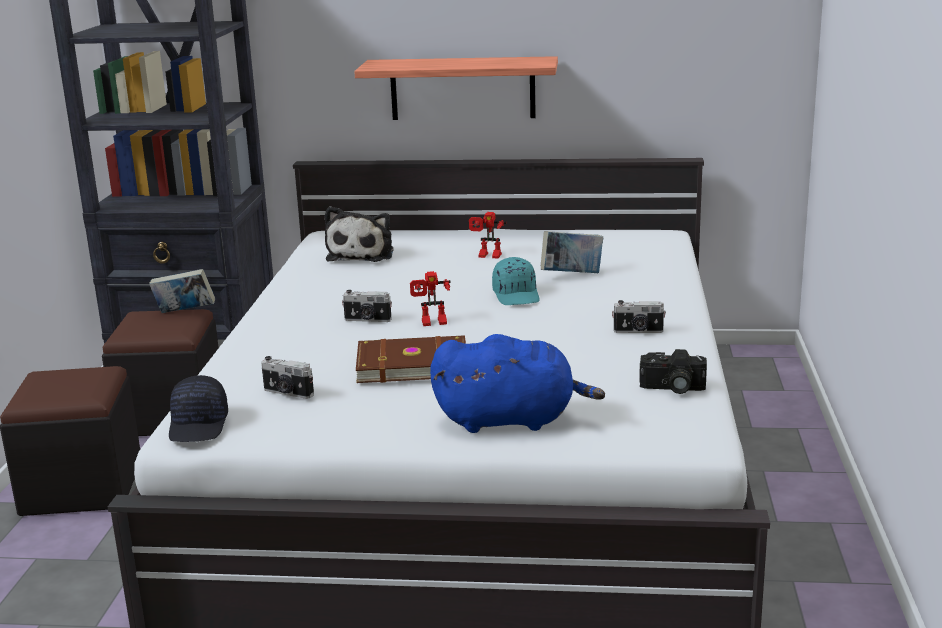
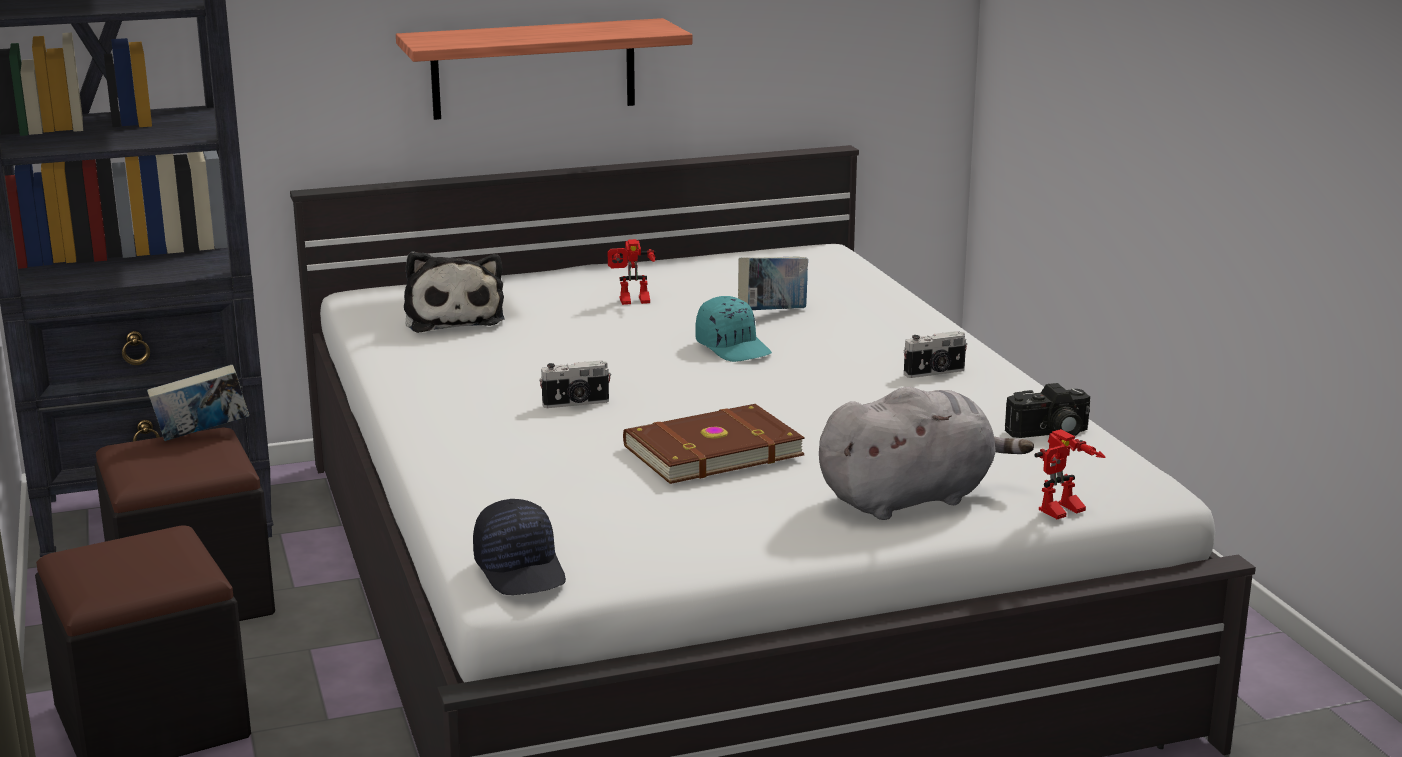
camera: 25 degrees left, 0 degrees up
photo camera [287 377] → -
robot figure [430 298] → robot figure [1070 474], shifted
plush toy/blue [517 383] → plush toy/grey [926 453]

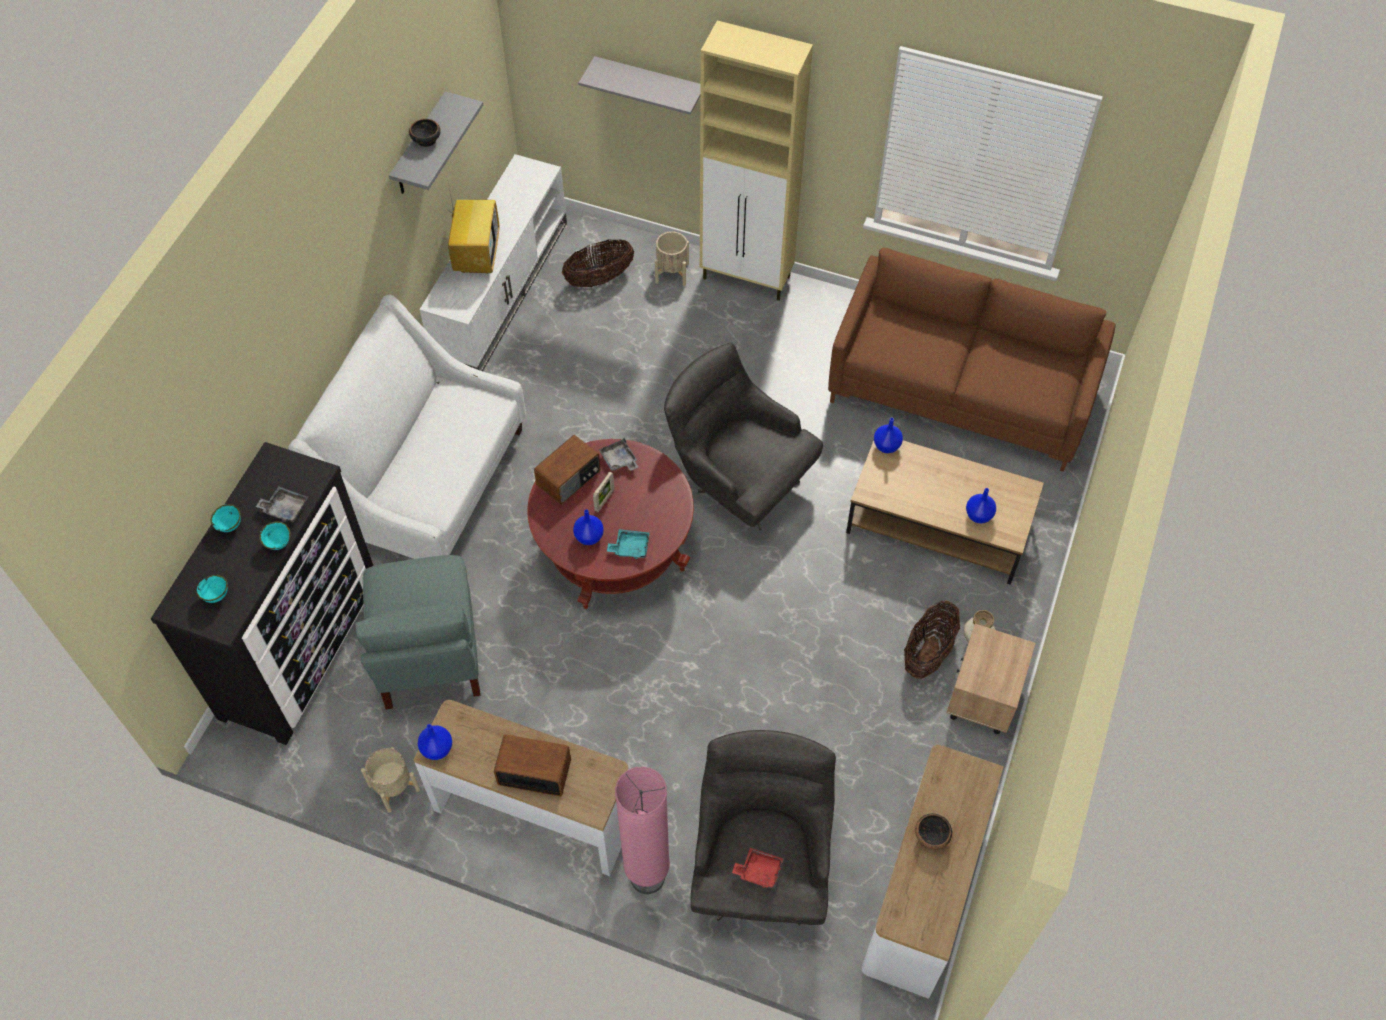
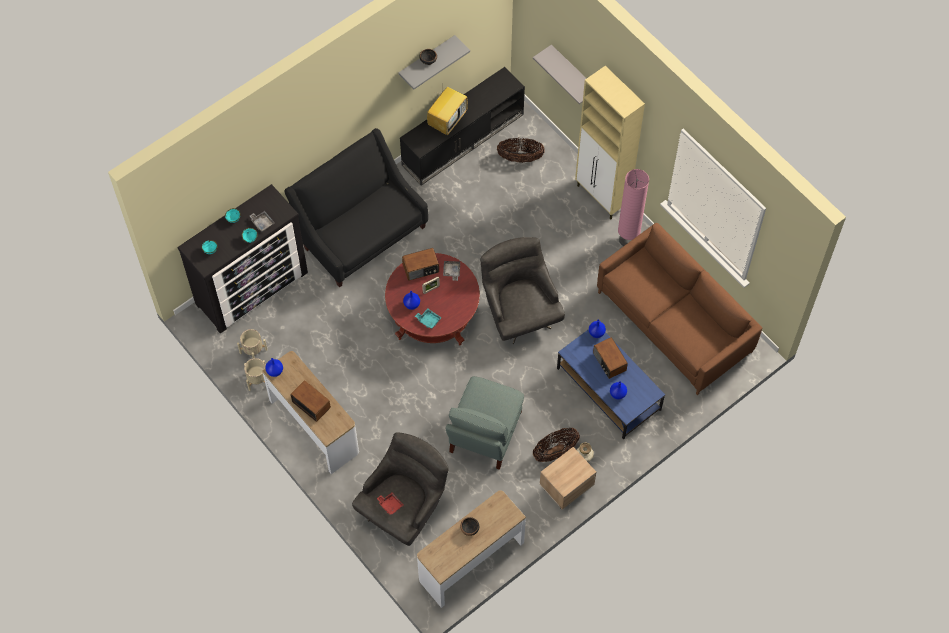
camera: 30 degrees right, 5 degrees up
sofa/whitish [407 426] → sofa/black-coloured [356 207]
easy chair/grey [418 632] → easy chair/grey [484 423], shifted
media console/whitish [493 262] → media console/black-coloured [462 126]
standard lamp/pink [642 830] → standard lamp/pink [633 207], shifted
plant pot/beige [672 258] → plant pot/beige [252 343], shifted
coffee table/brown-coloured [945 512] → coffee table/blue [611 384]
- → radio receiver [610 358]

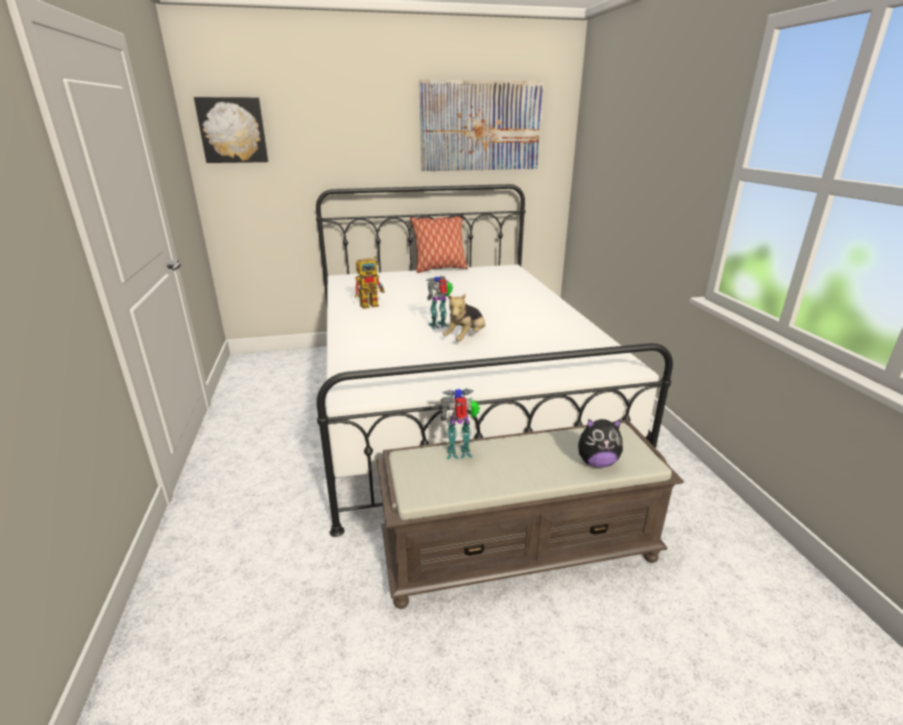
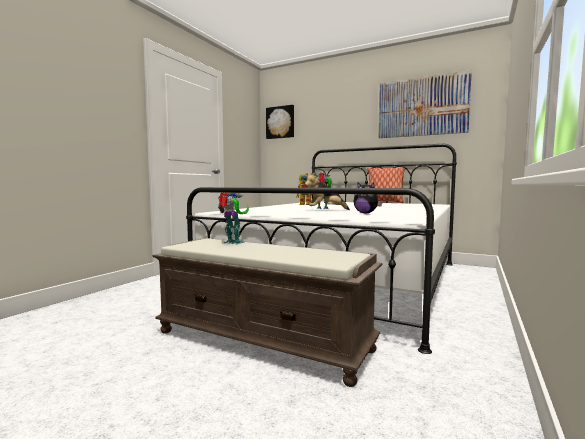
camera: 40 degrees right, 20 degrees down
plush toy [600 443] → plush toy [368 198], shifted

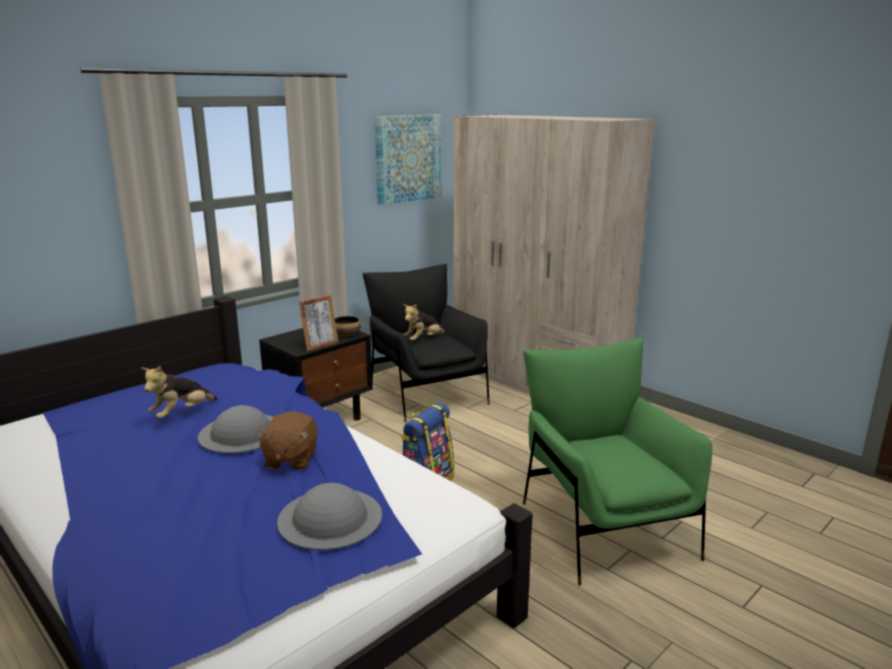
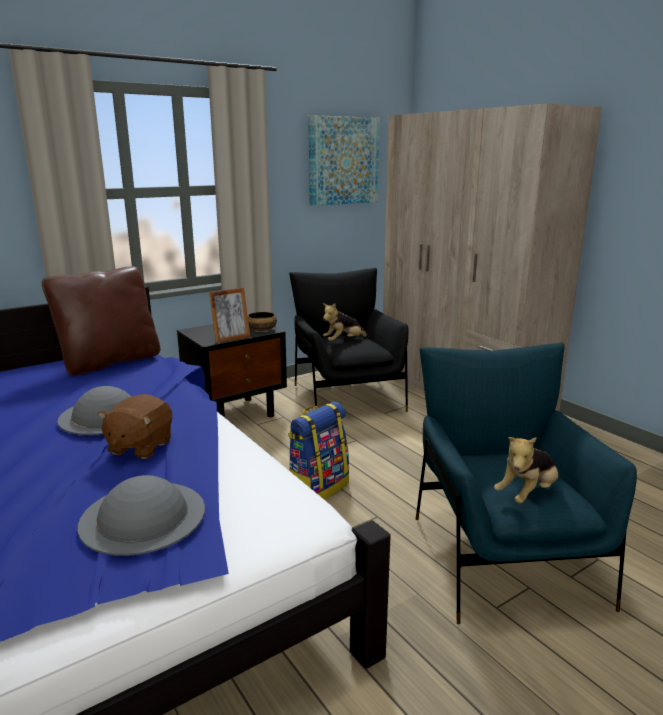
camera: 10 degrees right, 0 degrees up
plush toy [179 392] → plush toy [526 470], shifted
easy chair/greenish [617 462] → easy chair/blue [526 483]
- → throw pillow/brown-coloured [101 321]

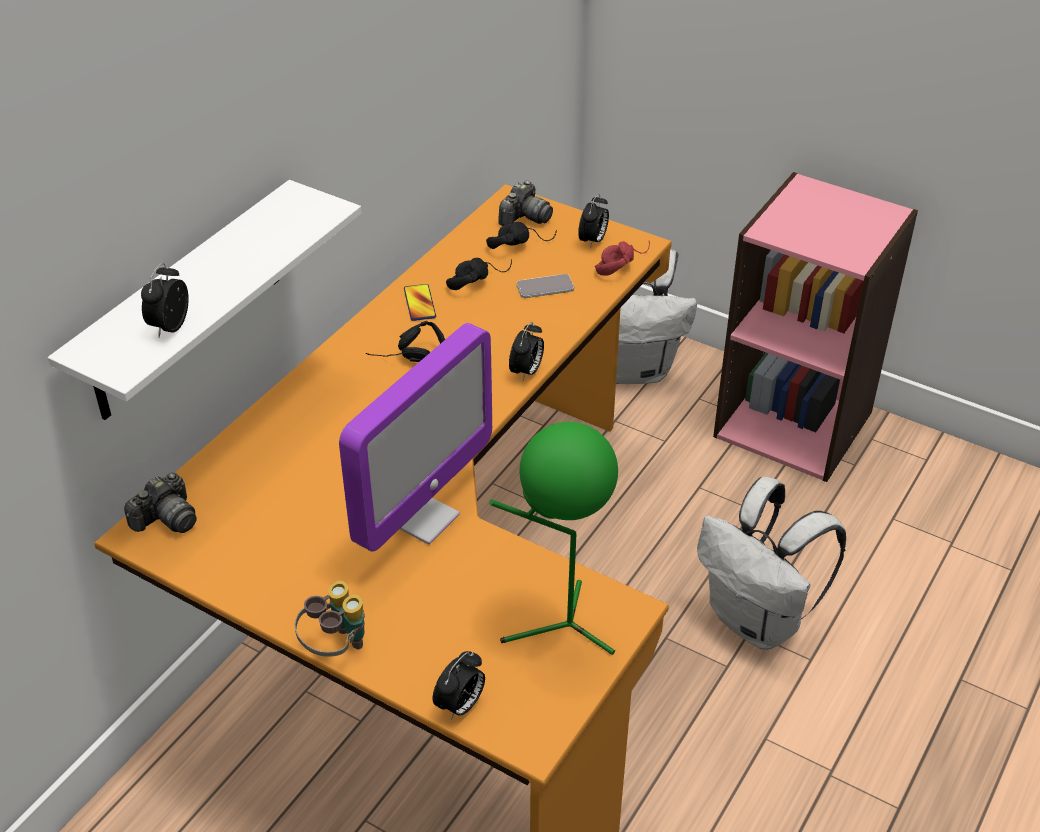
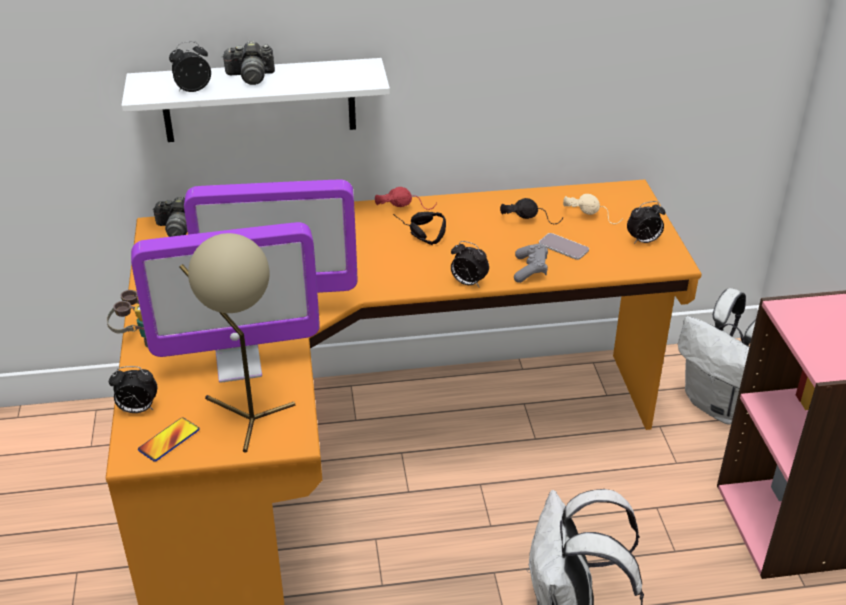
camera: 50 degrees right, 5 degrees down
telephone [420 302] → telephone [169 439], shifted
pair of headphones/black-coloured [521 235] → pair of headphones/beige [593 209]
lamp for a table/greenish [553 538] → lamp for a table/beige [237 343]
photo camera [525 203] → photo camera [248 63], shifted
alarm clock [526 351] → alarm clock [470 264], 45 degrees clockwise
pair of headphones/reddish [622 258] → pair of headphones/reddish [406 198], shifted
- → computer display [225 302]
- → game controller/grey [531 263]

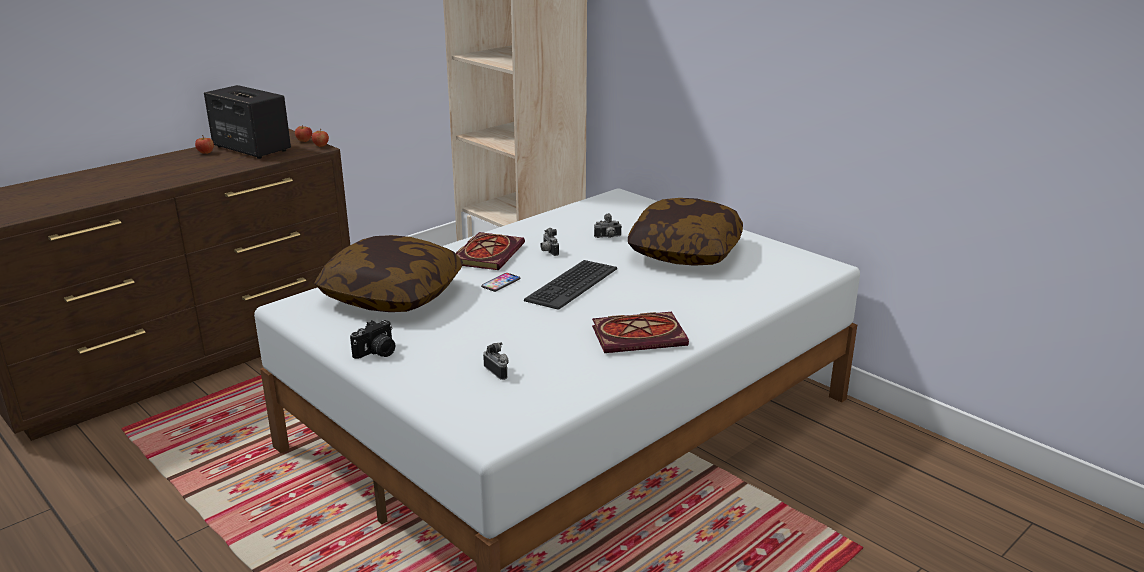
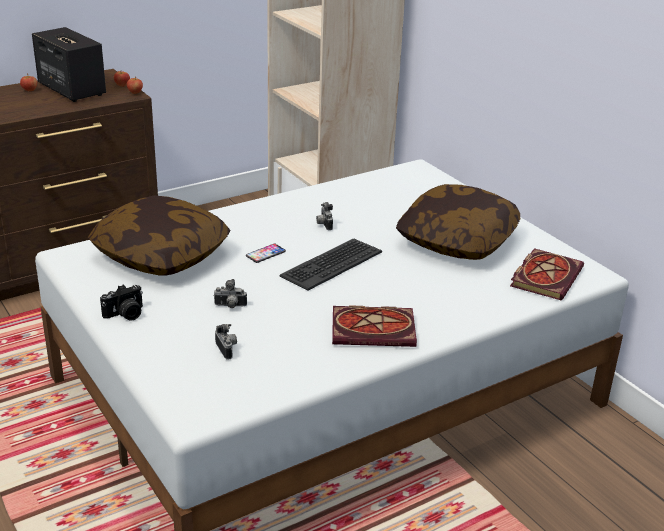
camera: 10 degrees right, 5 degrees up
volume [490 251] → volume [547 274], shifted
photo camera [608 225] → photo camera [230 293], shifted

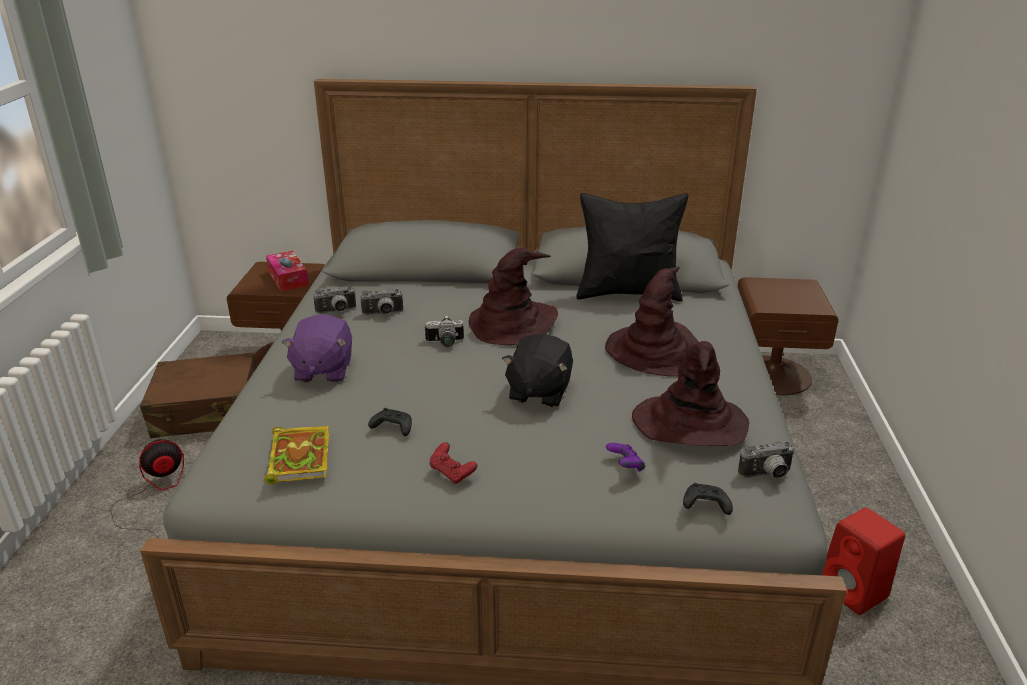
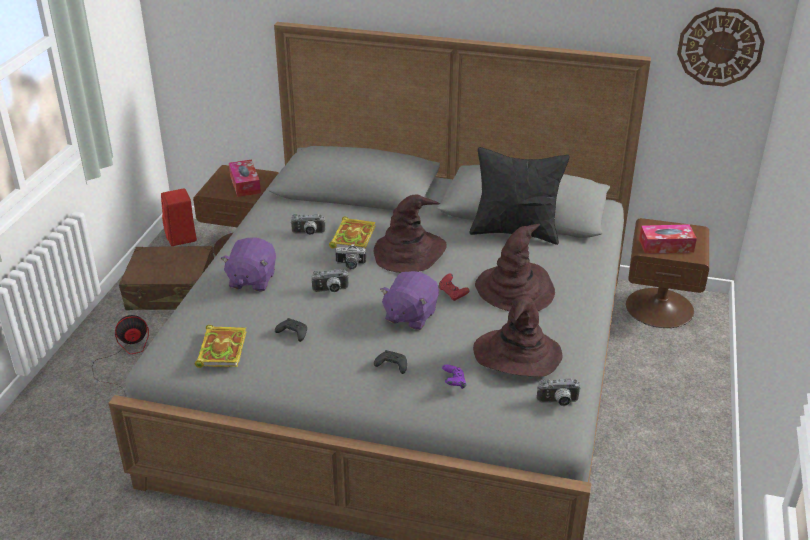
camera: 10 degrees right, 5 degrees up
photo camera [334 300] → photo camera [330 281], shifted
game controller/reddish [453 463] → game controller/reddish [454 287], shifted
plush toy/black-coloured [537 371] → plush toy/purple-coloured [409 300]
game controller/black-coloured [708 499] → game controller/black-coloured [390 362], shifted
audio speaker/reddish [863 561] → audio speaker/reddish [179 217], shifted
- → volume [352 232]
- → tissue holder [668 239]
- → wall clock [721 47]

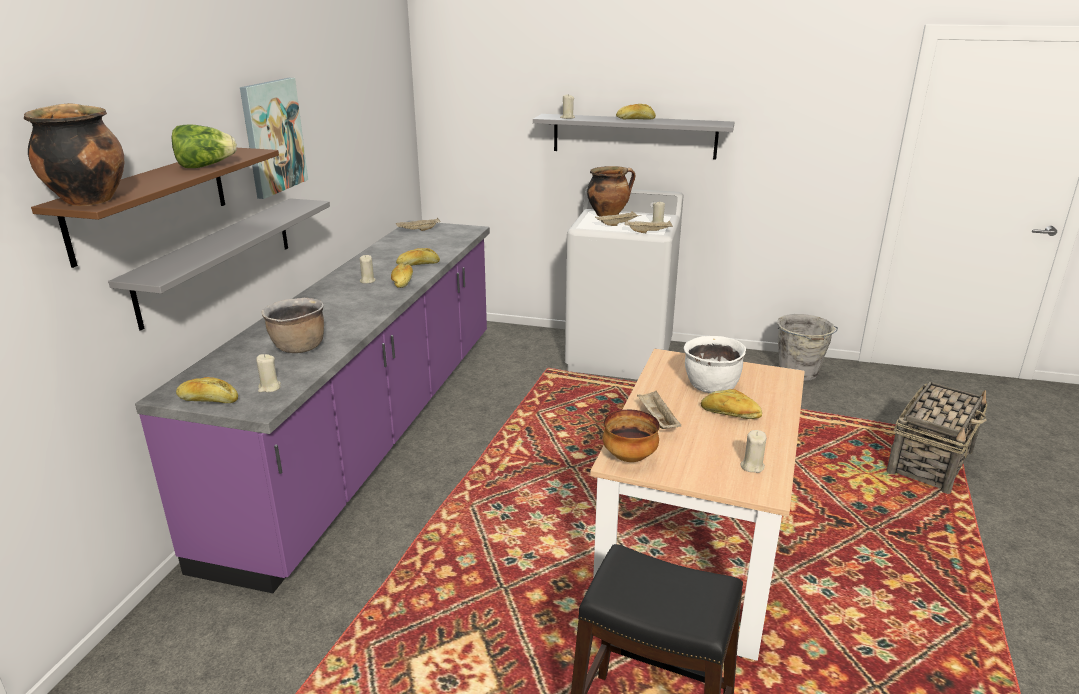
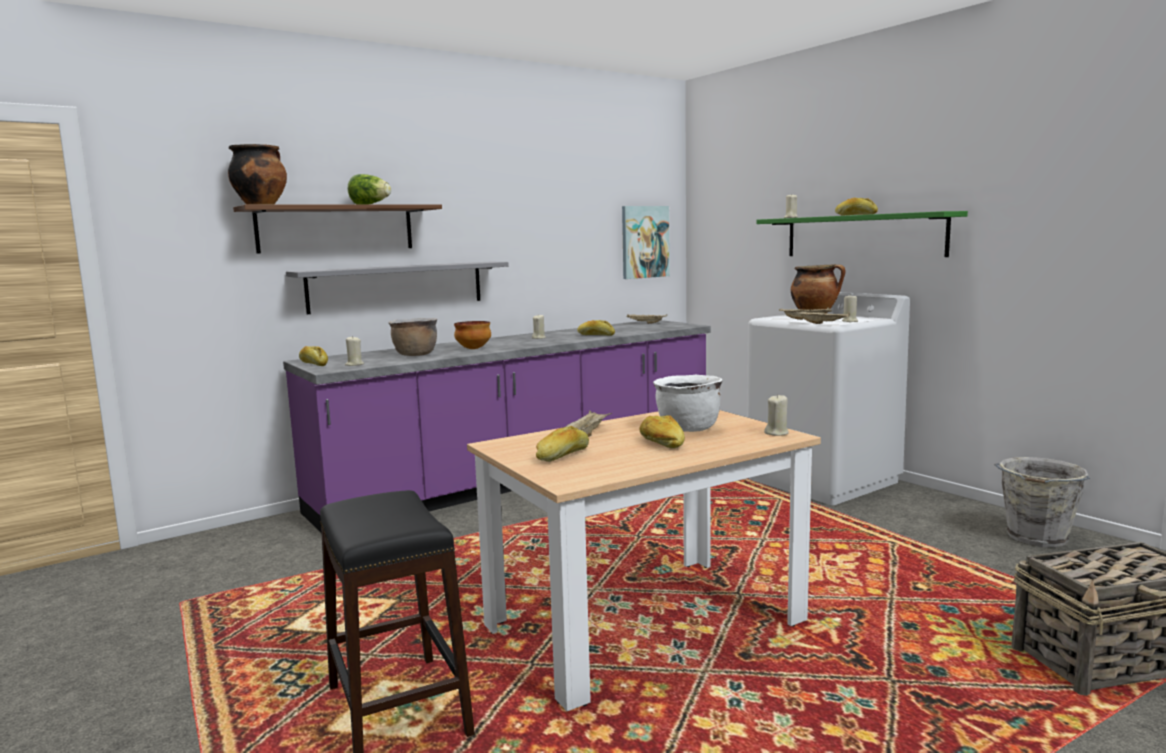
camera: 40 degrees right, 15 degrees down
wall art [274 138] → wall art [646 242], shifted
baked bread [402 275] → baked bread [562 444], shifted
wall shelf/grey [633 136] → wall shelf/greenish [862 234]
deep dish [631 436] → deep dish [472 335], shifted
candle/beige [754 451] → candle/beige [776 415], shifted

